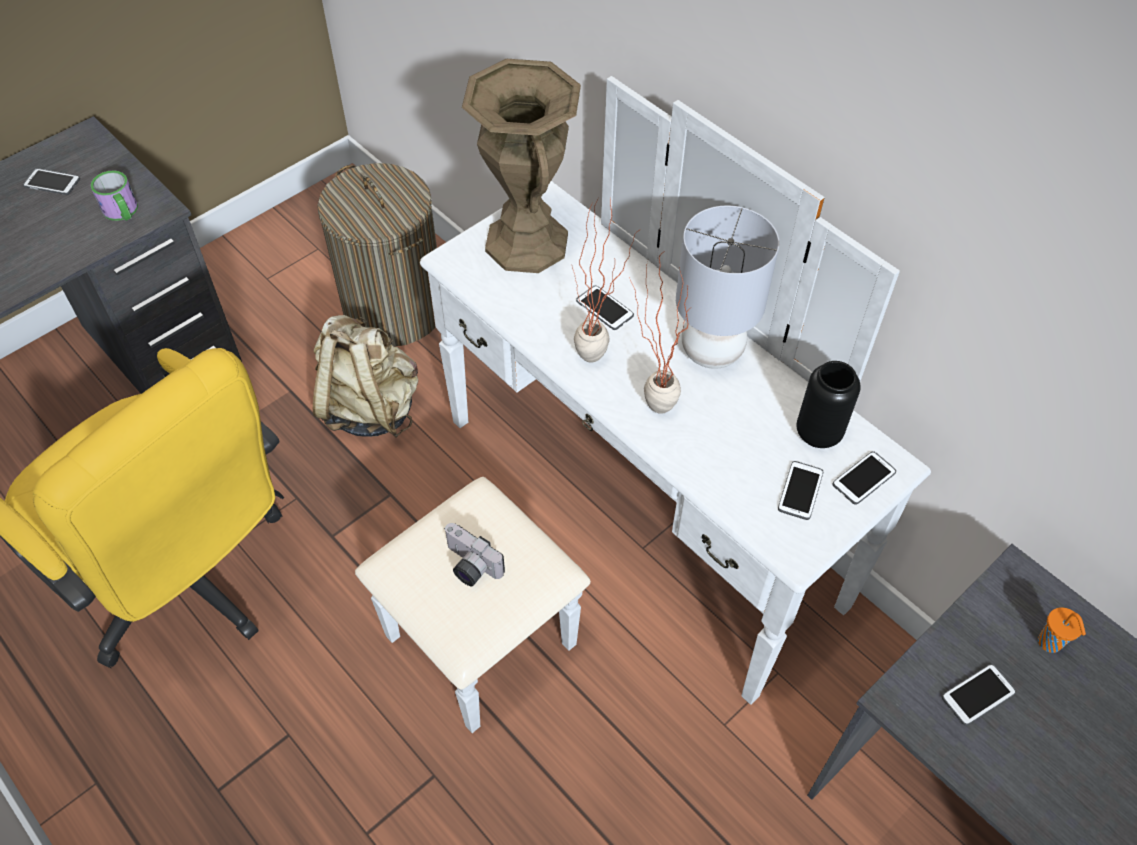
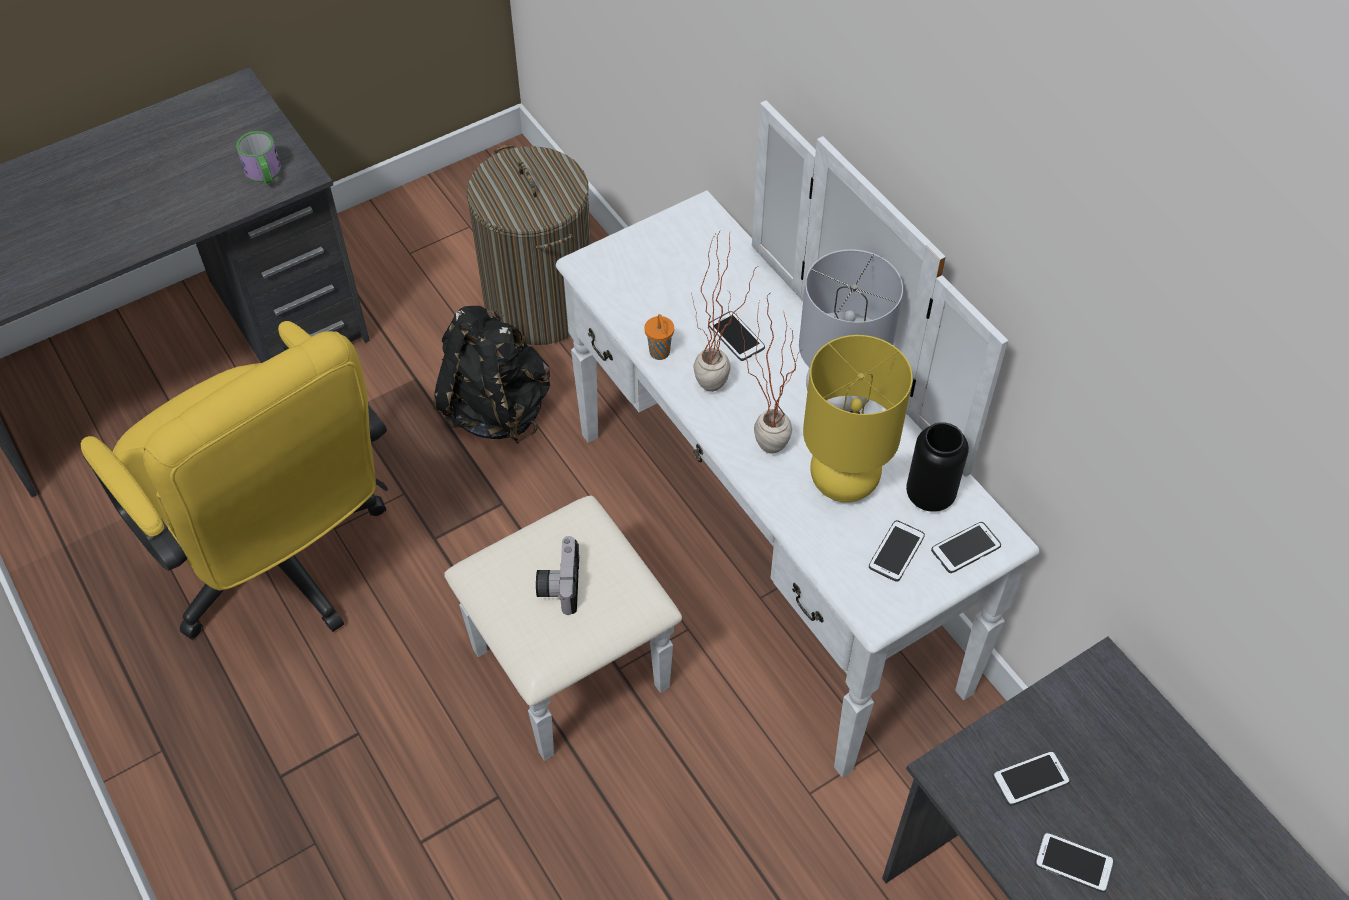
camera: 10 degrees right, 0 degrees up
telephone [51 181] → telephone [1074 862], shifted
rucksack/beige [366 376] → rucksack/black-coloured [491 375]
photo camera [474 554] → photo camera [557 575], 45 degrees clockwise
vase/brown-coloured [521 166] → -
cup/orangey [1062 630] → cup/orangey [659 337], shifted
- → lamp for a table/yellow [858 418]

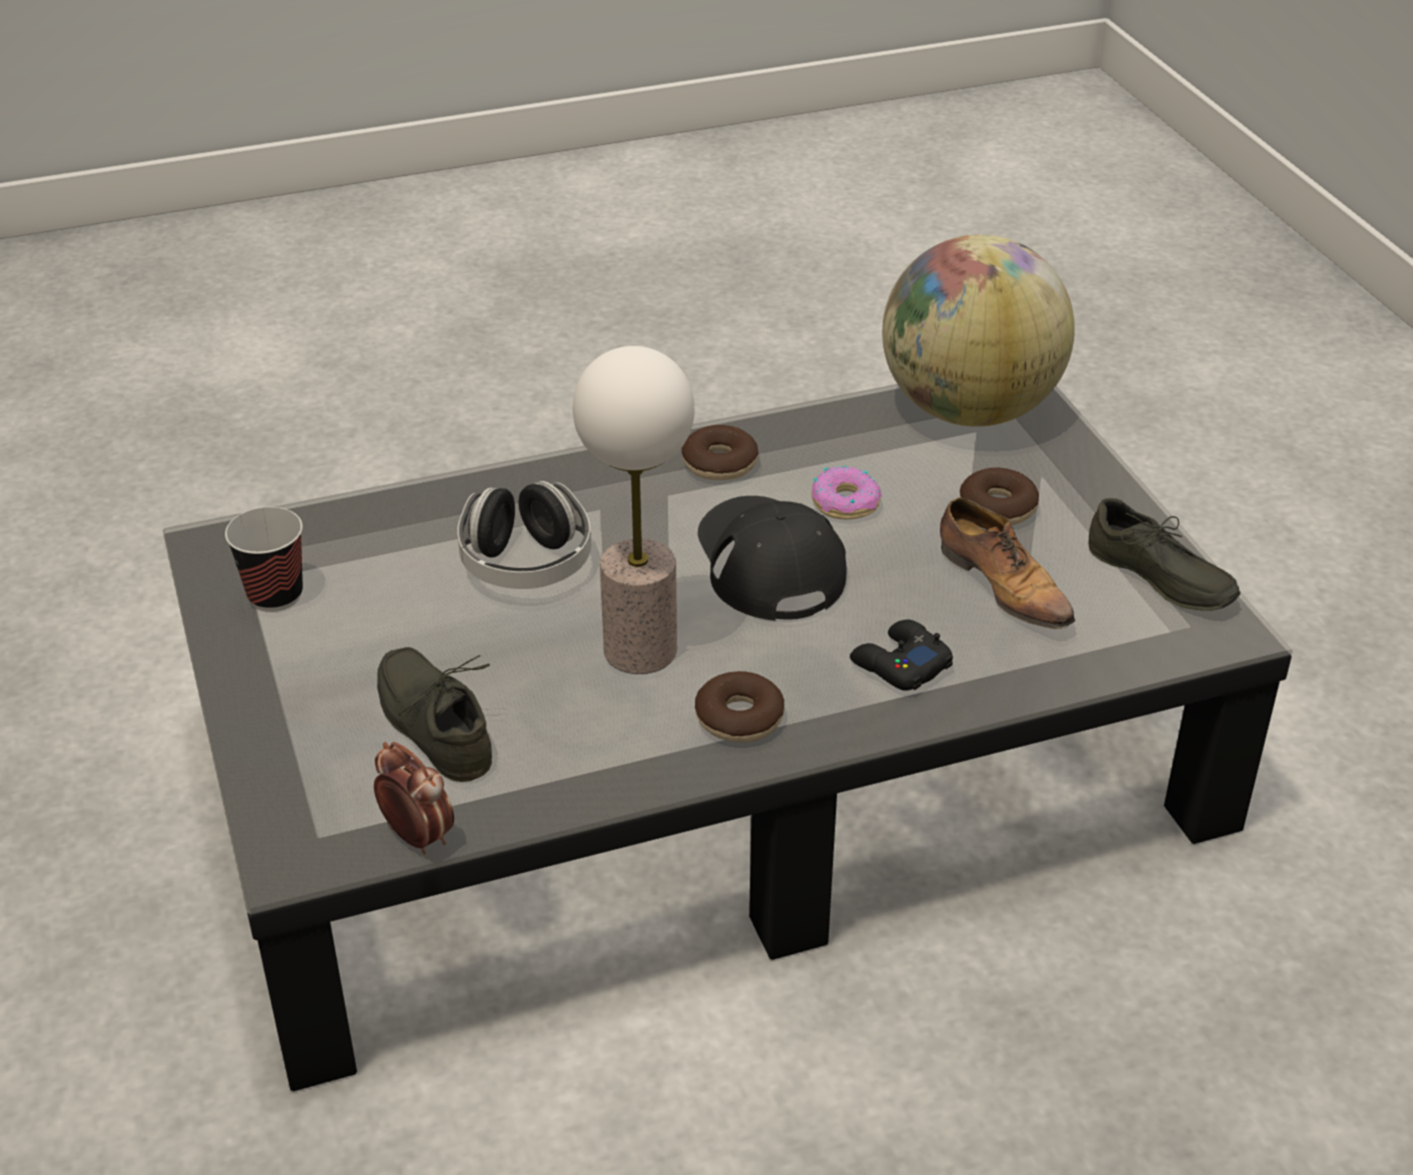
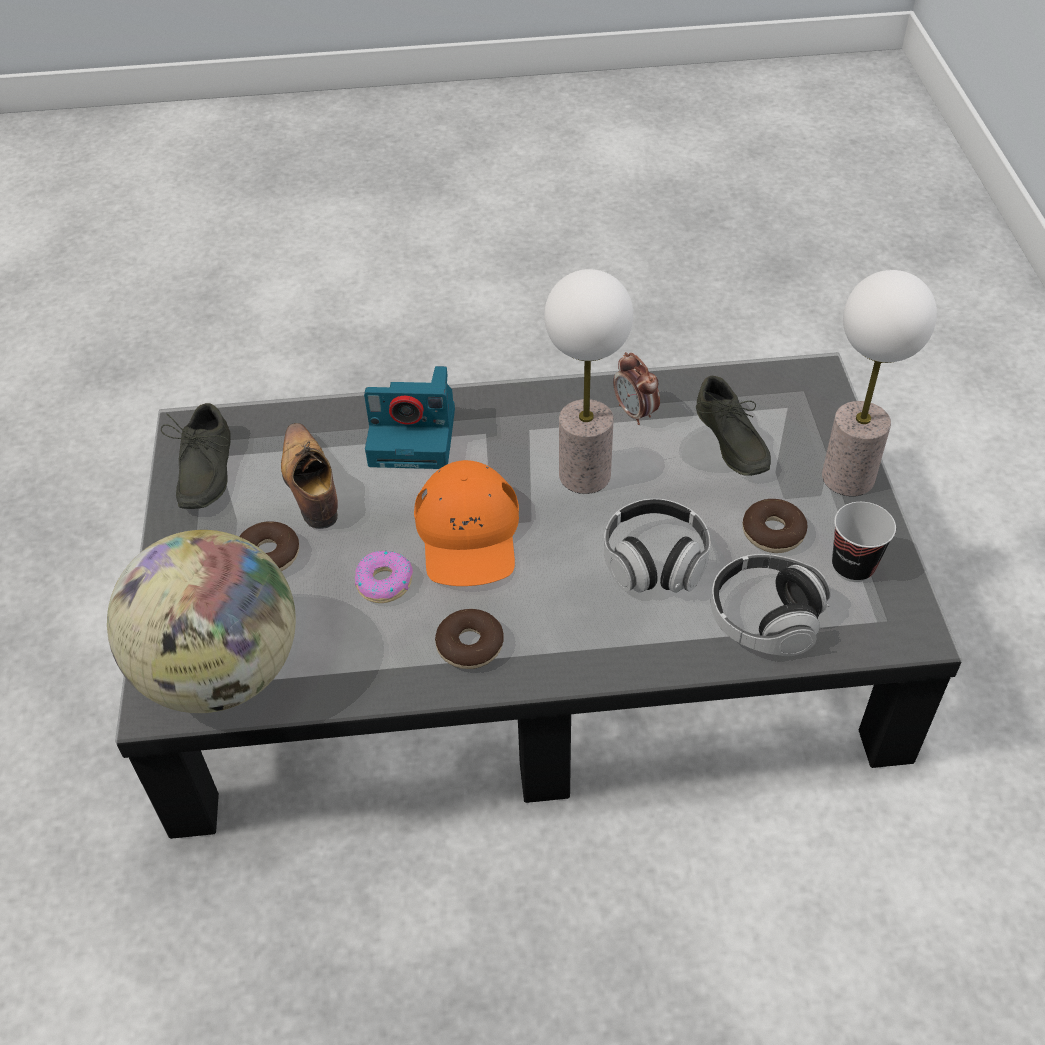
camera: 165 degrees left, 10 degrees up
alarm clock [414 798] → alarm clock [636 388], shifted
donut [739 706] → donut [775 526], shifted
baseball cap/black-coloured [772 558] → baseball cap/orangey [466 523]
game controller/black-coloured [901 655] → photo camera [409 417]
low shoe/grey [1164 554] → low shoe/grey [196 456], 150 degrees counterclockwise
- → pair of headphones [771 605]
- → lamp for a table [879 383]

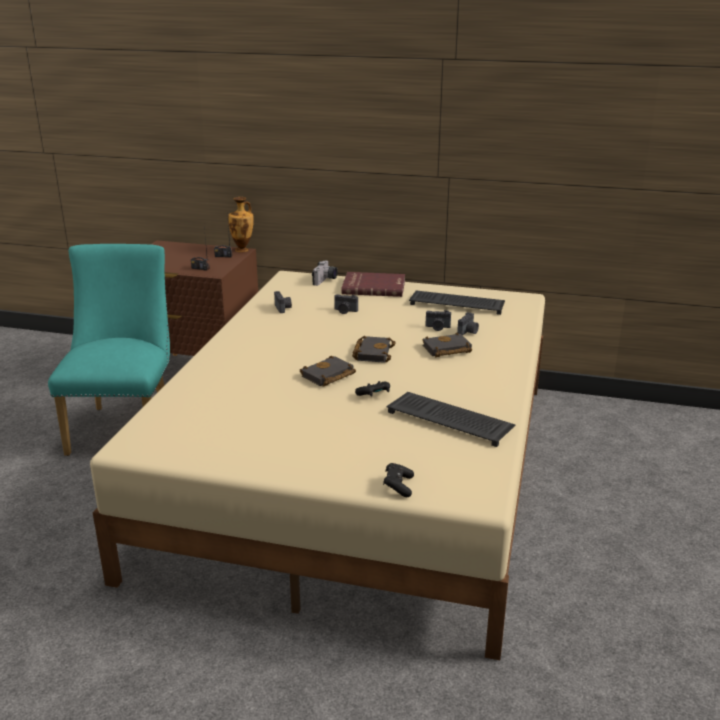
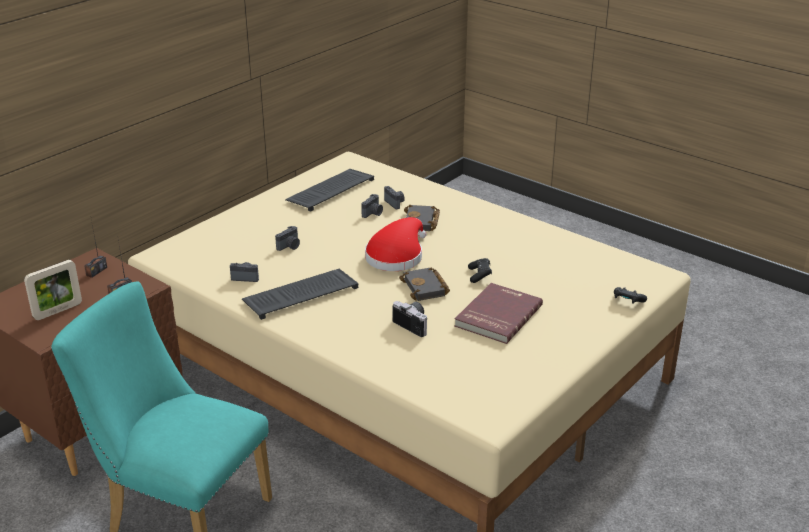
camera: 65 degrees left, 5 degrees up
vase [241 224] → -
photo camera [324 273] → photo camera [409 319], shifted
volume/reddish [373 284] → volume/reddish [498 313], shifted
volume/black-coloured [374 349] → hat/reddish [395 244]
PC keyboard [451 419] → PC keyboard [300 294], shifted
- → picture frame [53 290]

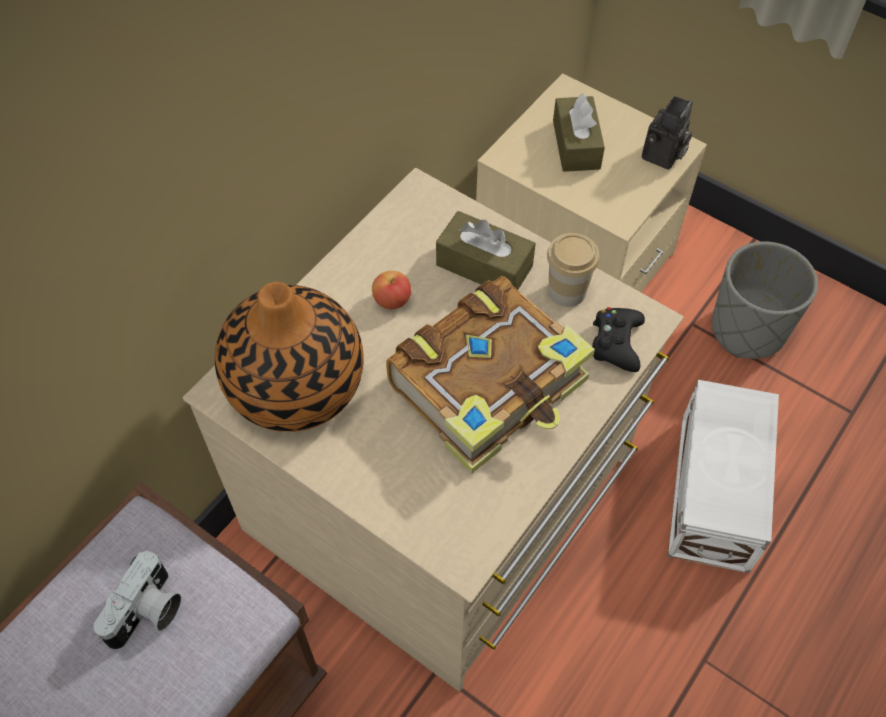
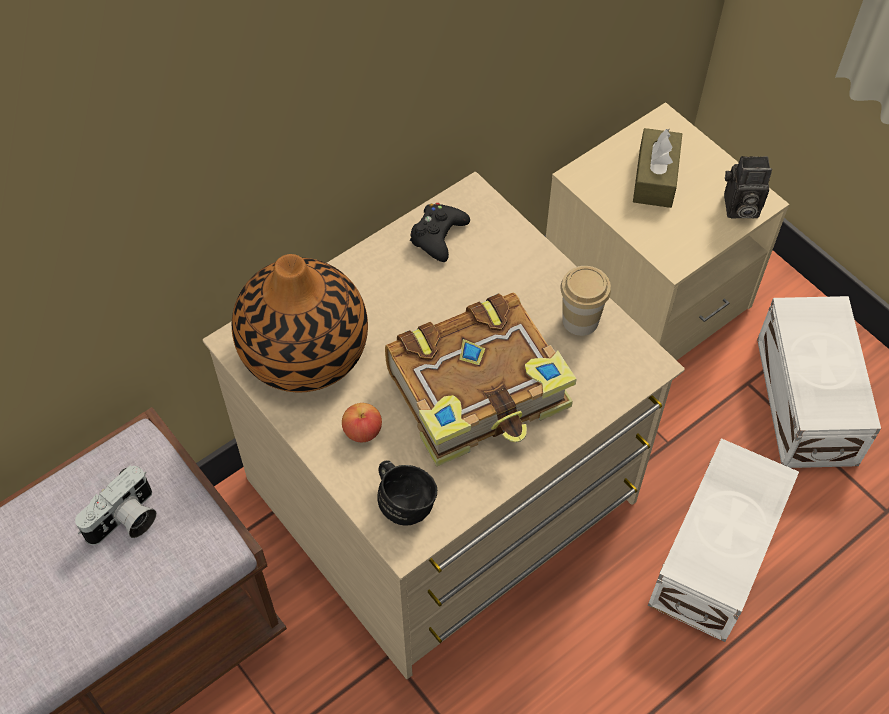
camera: 15 degrees right, 0 degrees up
apple [391 290] → apple [362 422], shifted
tissue holder/brown-coloured [486 250] → -
game controller/black-coloured [618 339] → game controller/black-coloured [440 232], shifted
photo camera [667 133] → photo camera [748 187], 45 degrees clockwise
plant pot/grey [764 300] → storage container/whitish [819 382]
- → mug/black-coloured [407 493]

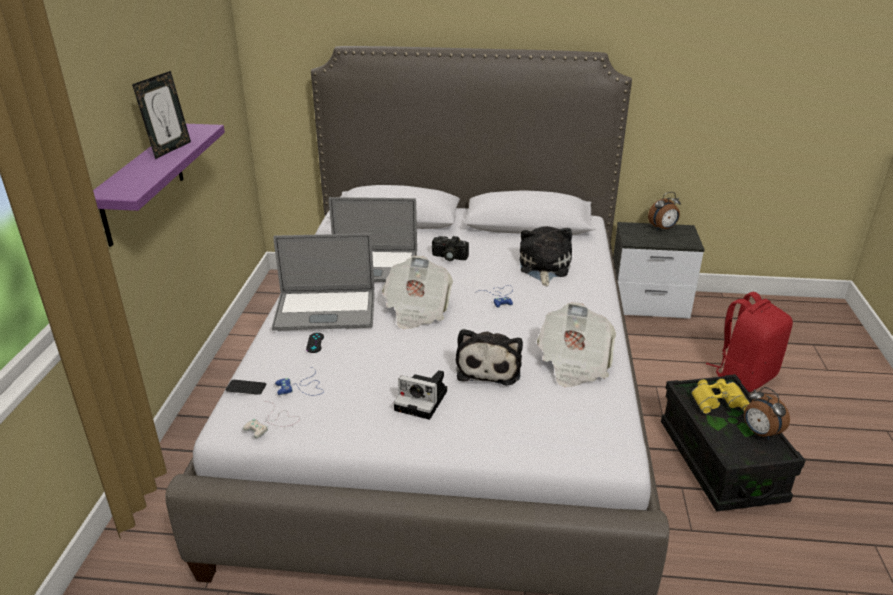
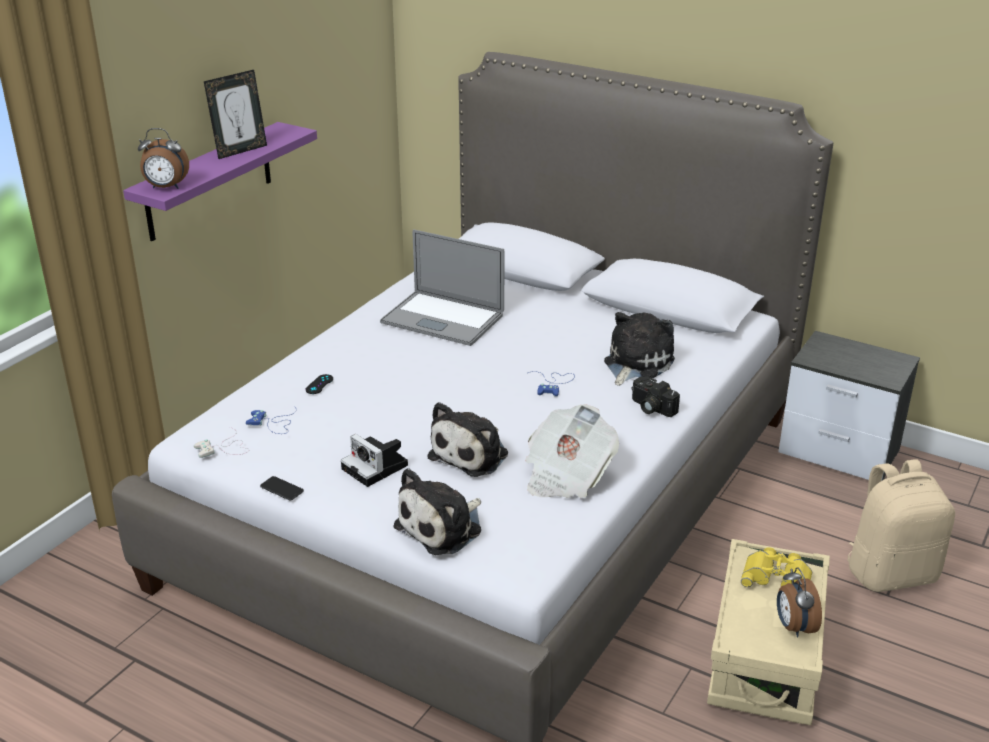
camera: 25 degrees right, 0 degrees up
telephone [245 387] → telephone [282 488], shifted
portable computer [323 282] → -
daily paper [417 292] → -
photo camera [450 248] → photo camera [656 397], shifted
alarm clock [664 211] → alarm clock [163 158], shifted
storage container/black-coloured [733 443] → storage container/beige [768 632]
rucksack/reddish [749 342] → rucksack/beige [901 525]
- → plush toy [437 511]

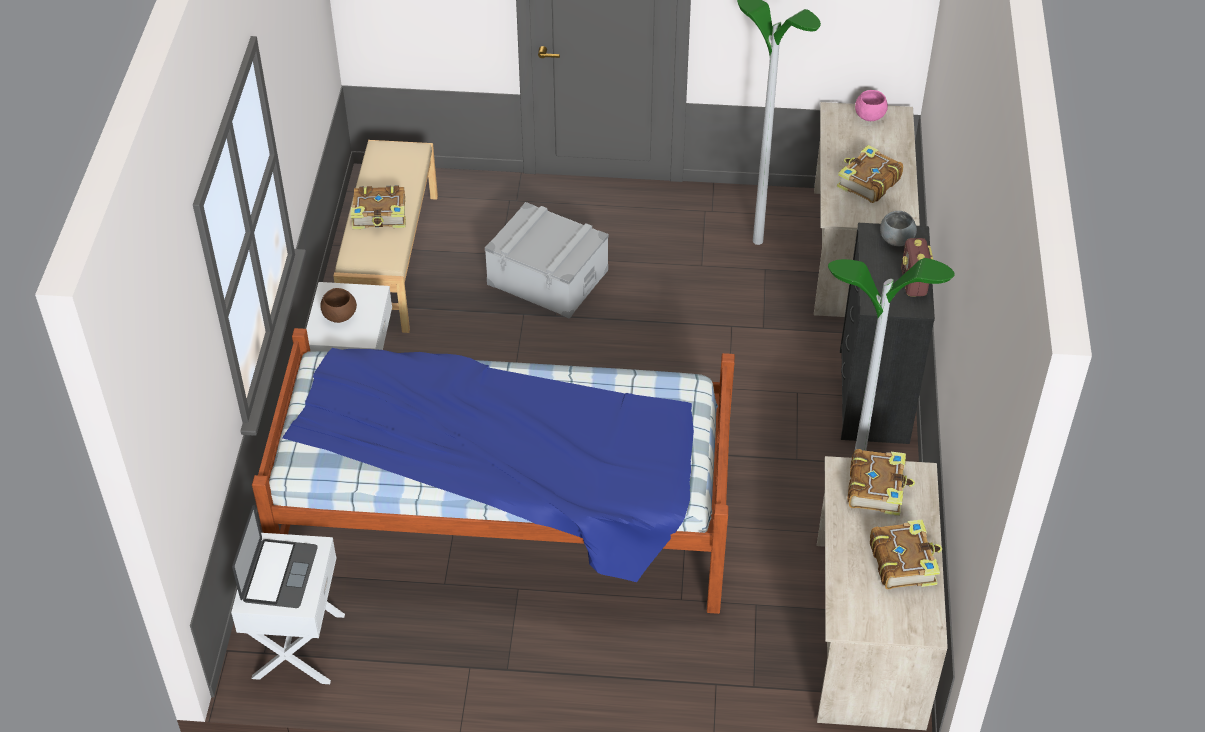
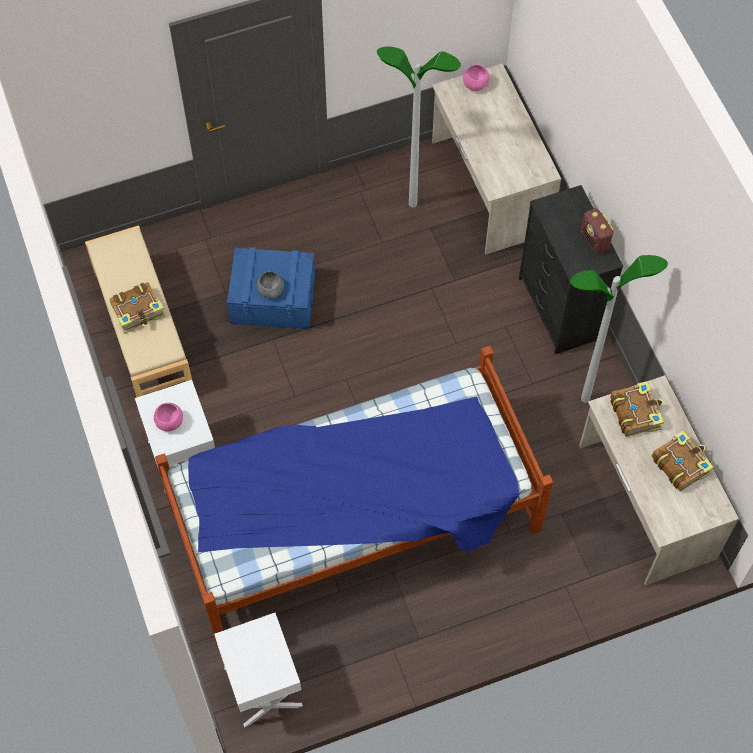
camera: 25 degrees left, 15 degrees up
portable computer [275 556] → -
deep dish/brown-coloured [338 305] → deep dish/pink [168 417]
storage container/grey [547 260] → storage container/blue [271 288]
volume [870 174] → -
deep dish/grey [898 228] → deep dish/grey [270 284], shifted

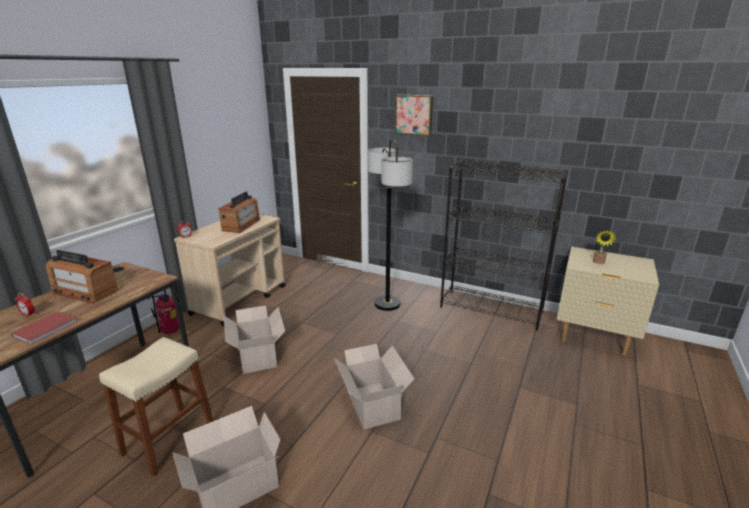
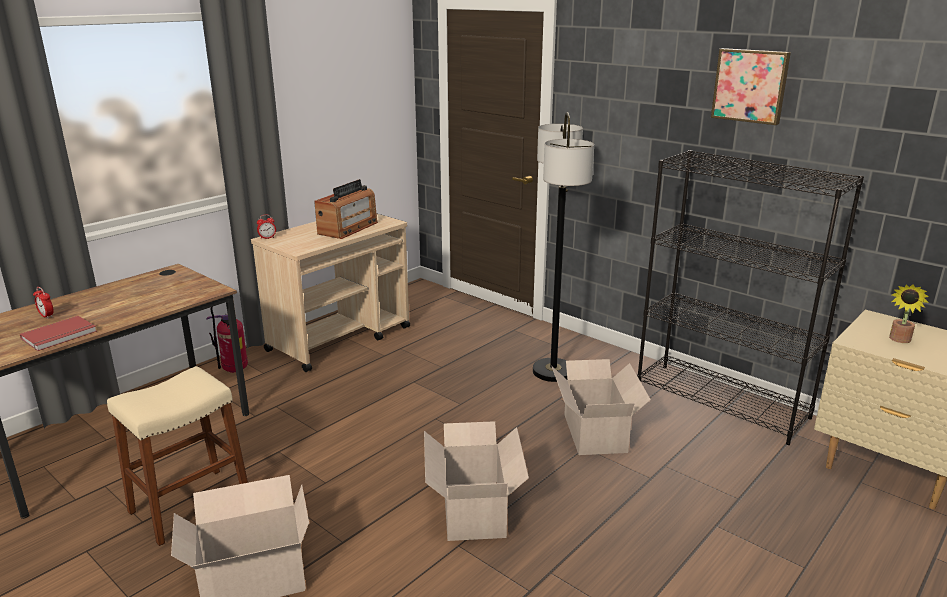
camera: 15 degrees right, 0 degrees up
radio receiver [82 277] → -
cardboard box [254 339] → cardboard box [601 407], shifted
wall art [414 115] → wall art [751 86], shifted

